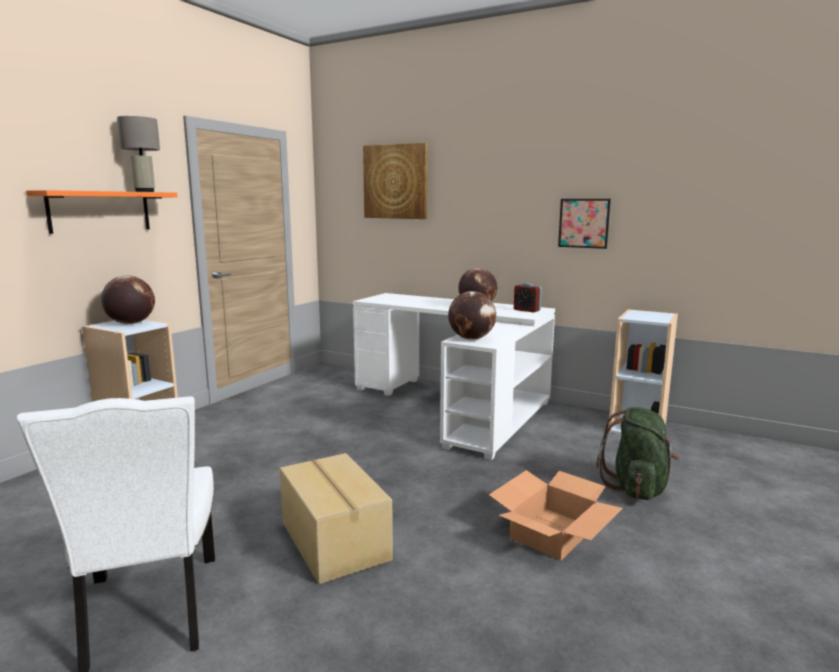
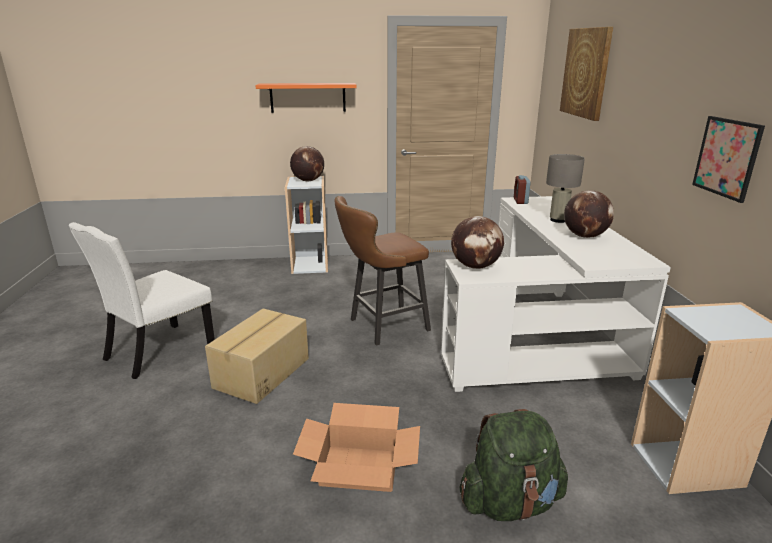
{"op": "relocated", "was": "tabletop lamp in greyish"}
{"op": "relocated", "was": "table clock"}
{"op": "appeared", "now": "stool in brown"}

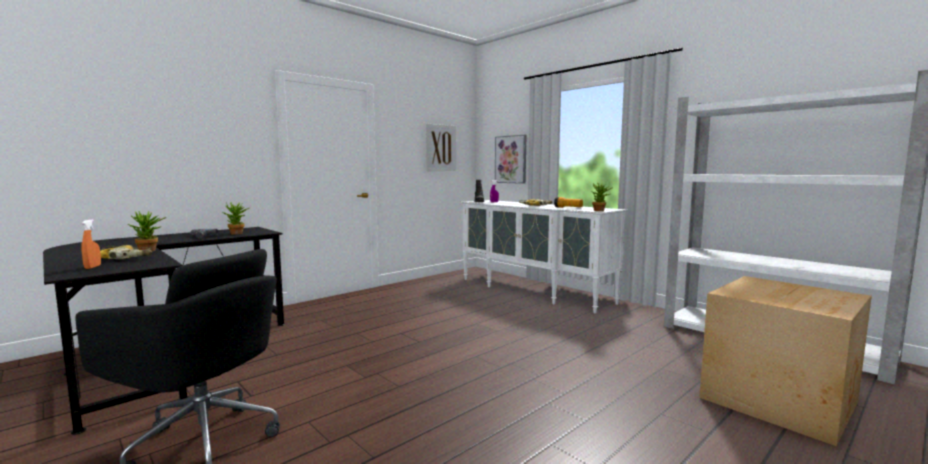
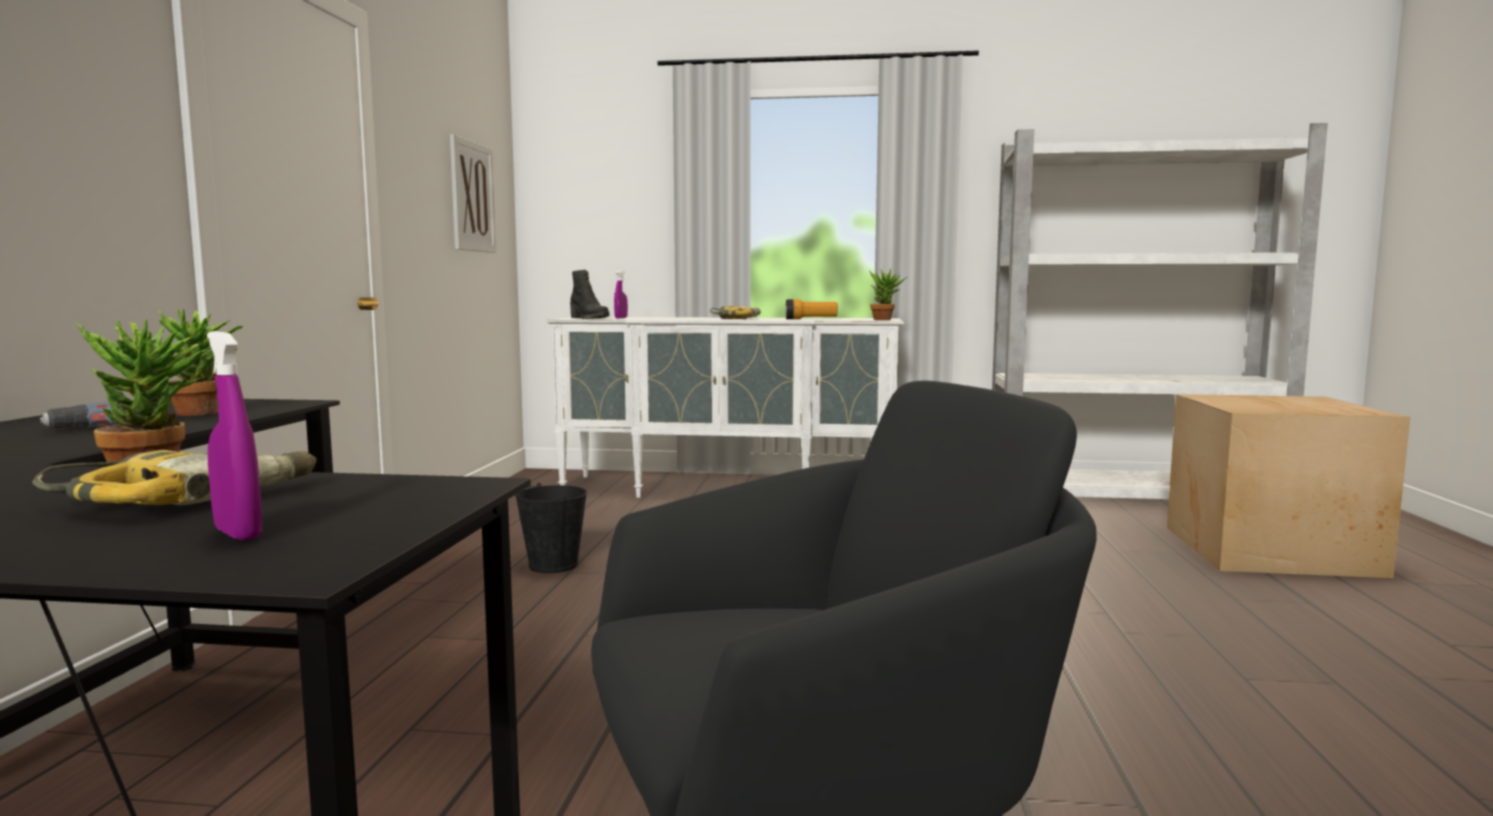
{"op": "missing", "was": "wall picture (no. 2 from left)"}
{"op": "colour", "was": "hand sprayer in orangey", "now": "hand sprayer in purple-coloured (no. 1 from left)"}
{"op": "appeared", "now": "pail in black-coloured"}

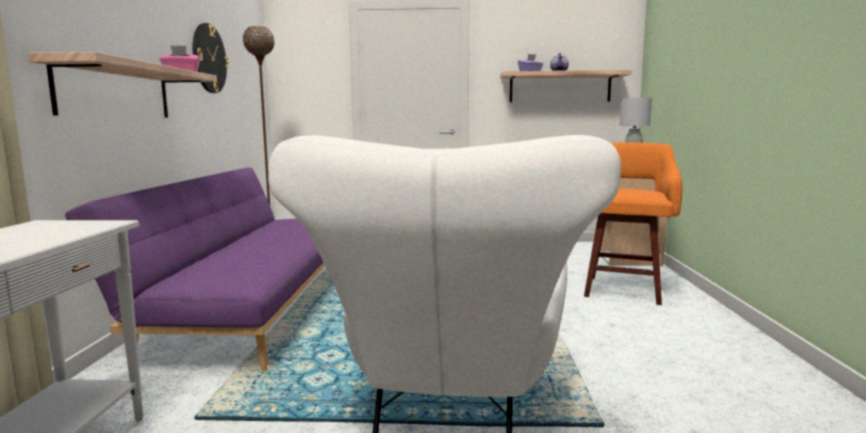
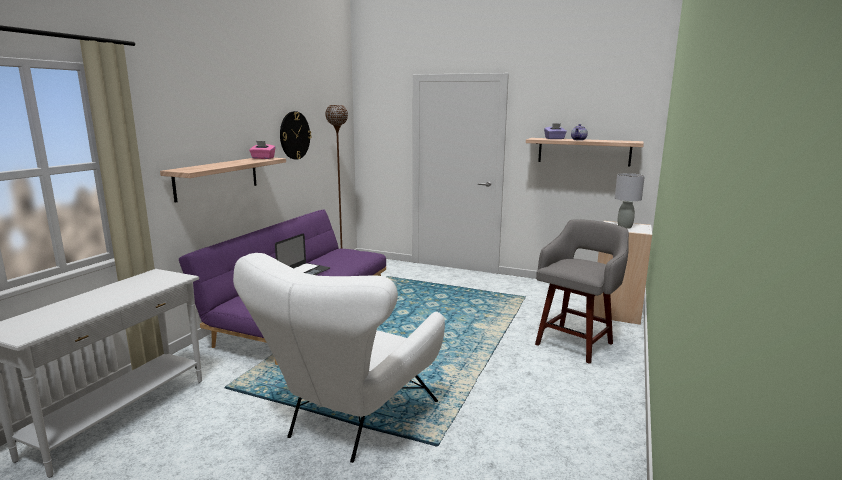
{"op": "colour", "was": "stool in orangey", "now": "stool in greyish"}
{"op": "appeared", "now": "notebook computer"}

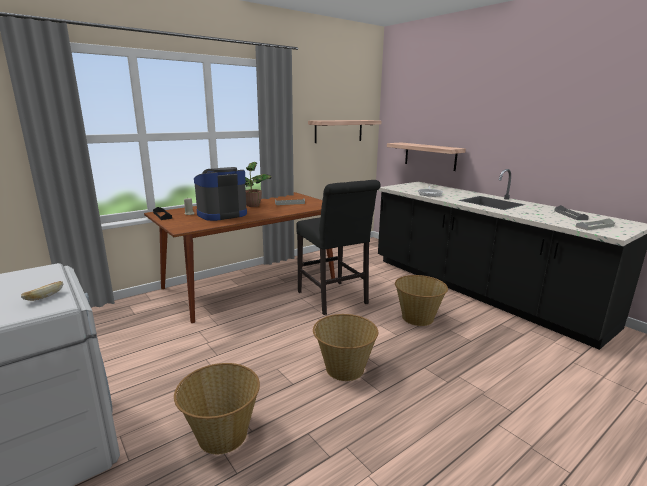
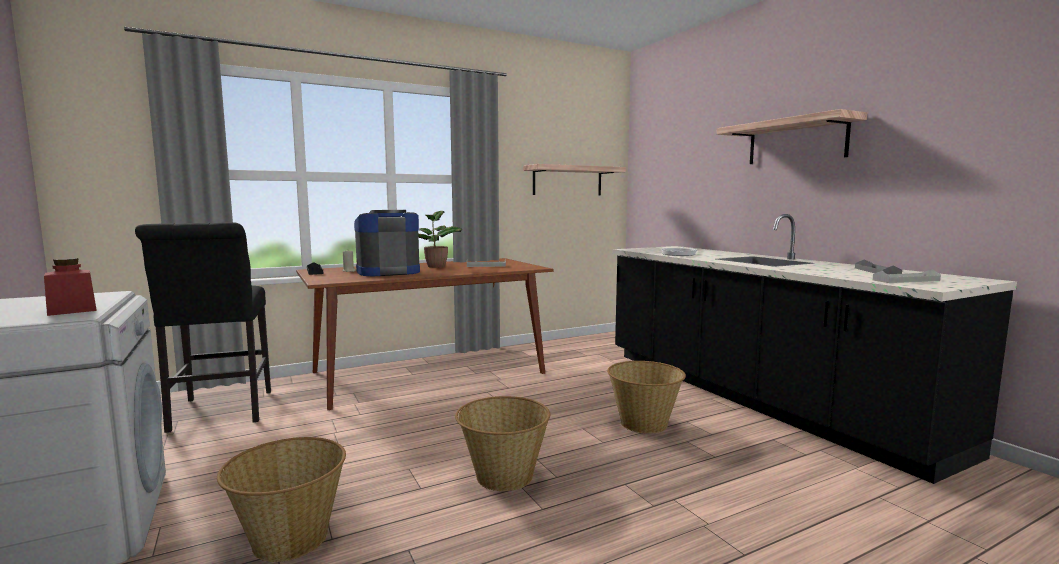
{"op": "relocated", "was": "bracket shelf (no. 2 from left)"}
{"op": "relocated", "was": "stool in black-coloured"}
{"op": "exchanged", "was": "bread", "now": "preserve jar in red-coloured"}

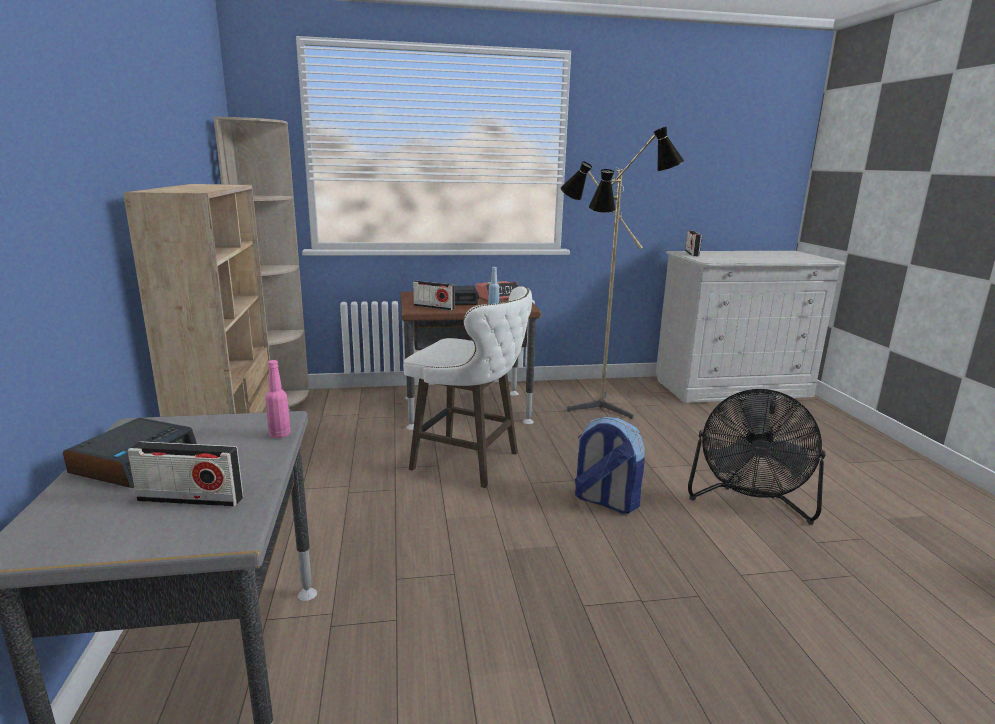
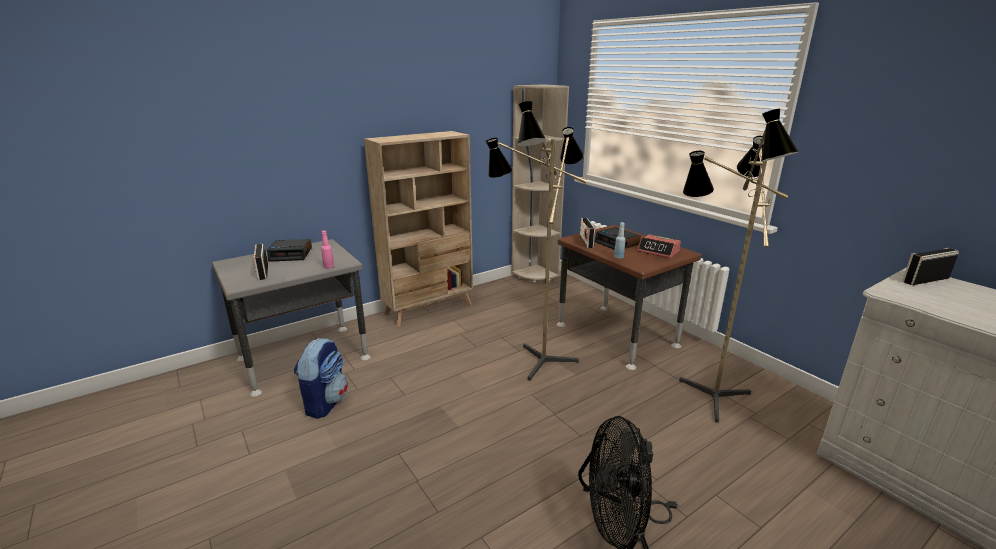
{"op": "exchanged", "was": "stool in white-coloured", "now": "standing lamp (no. 1 from left)"}
{"op": "relocated", "was": "backpack"}

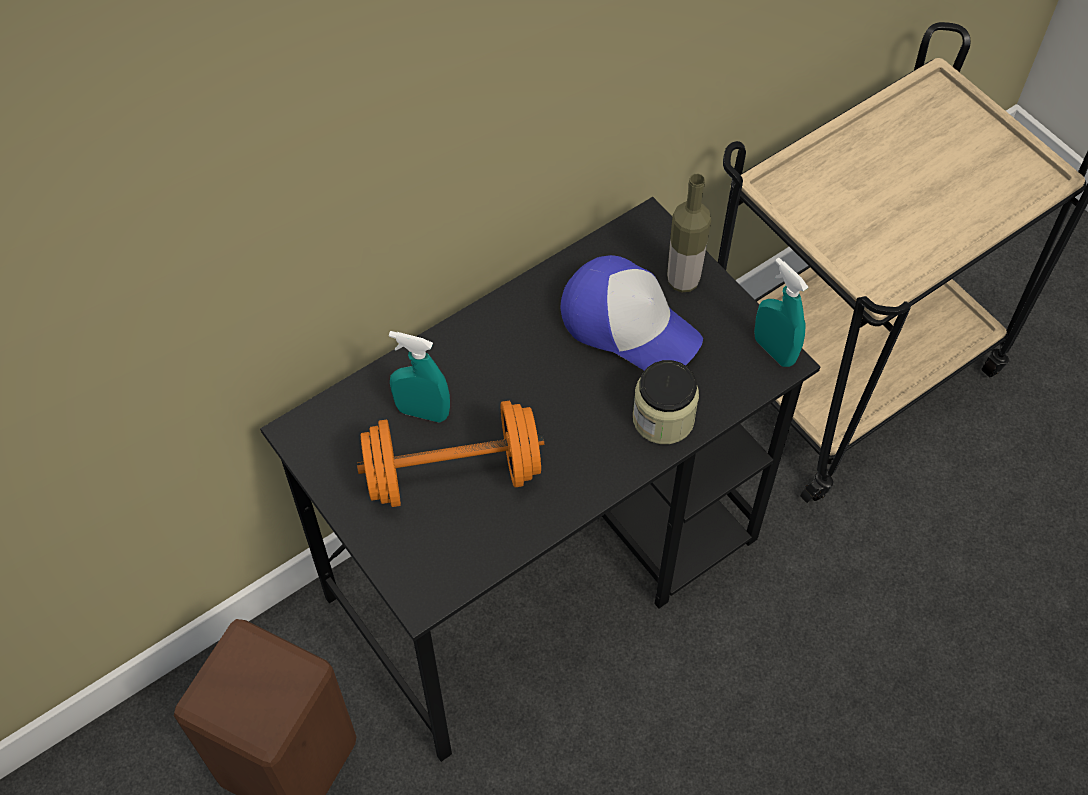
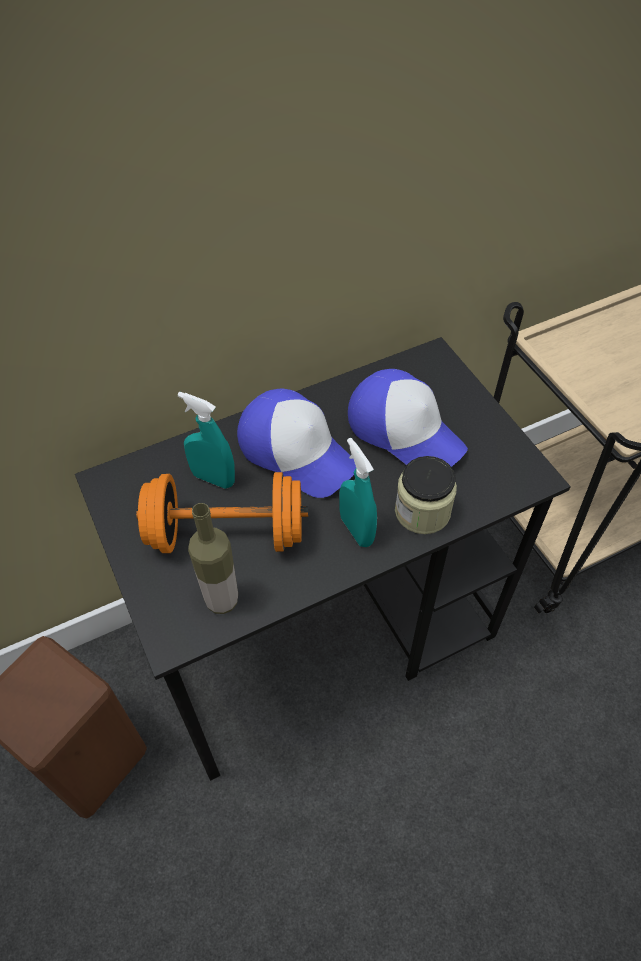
{"op": "relocated", "was": "bottle"}
{"op": "relocated", "was": "hand sprayer in blue-green (no. 2 from left)"}
{"op": "appeared", "now": "peaked cap (no. 1 from left)"}

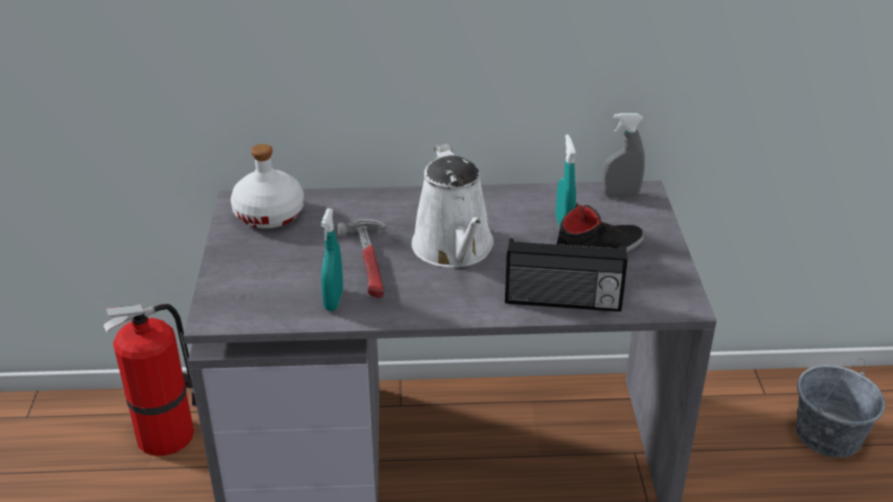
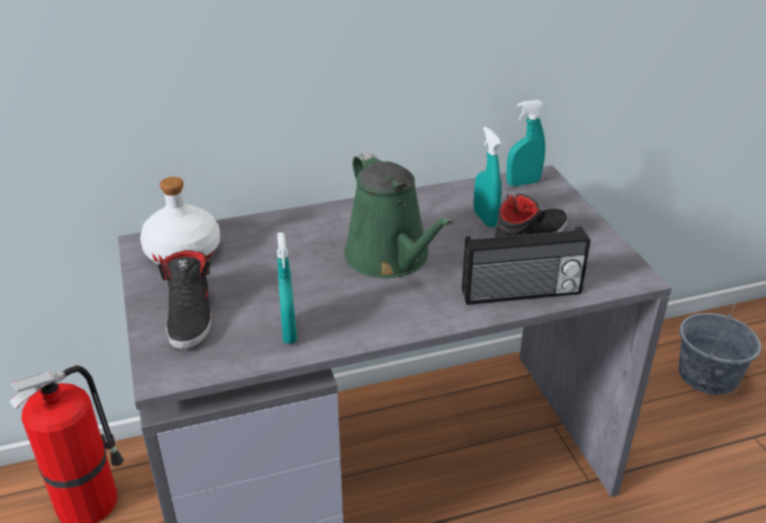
{"op": "colour", "was": "hand sprayer in greyish", "now": "hand sprayer in blue-green (no. 3 from left)"}
{"op": "colour", "was": "watering can in white-coloured", "now": "watering can in green"}
{"op": "missing", "was": "hammer"}
{"op": "appeared", "now": "low shoe in black-coloured (no. 1 from left)"}

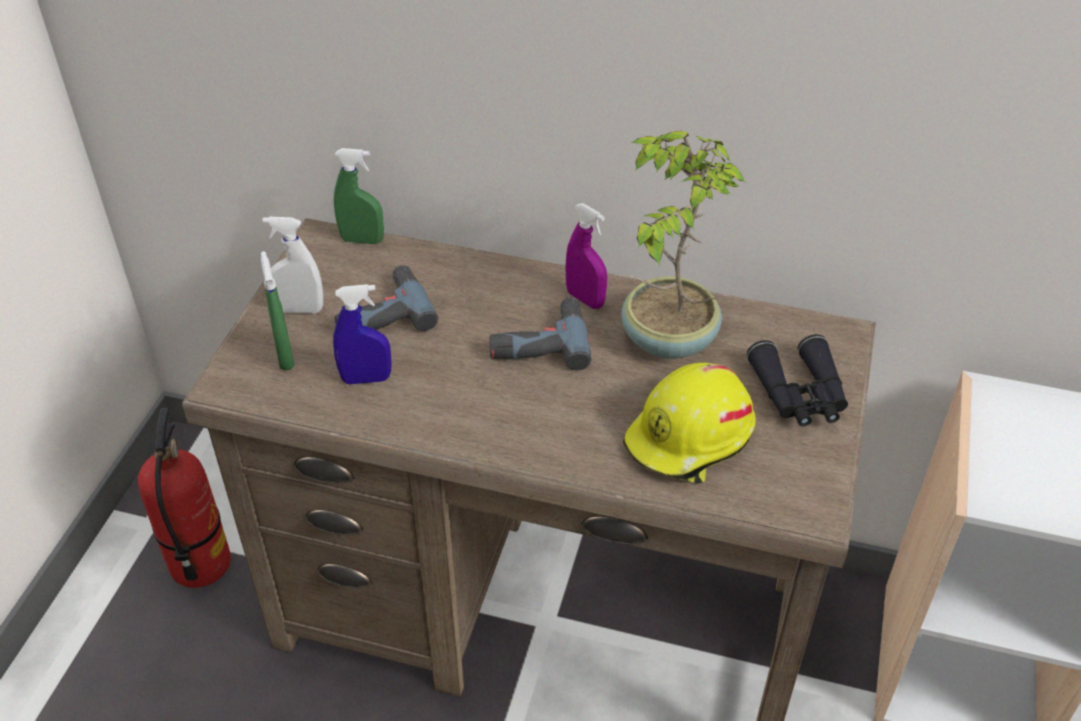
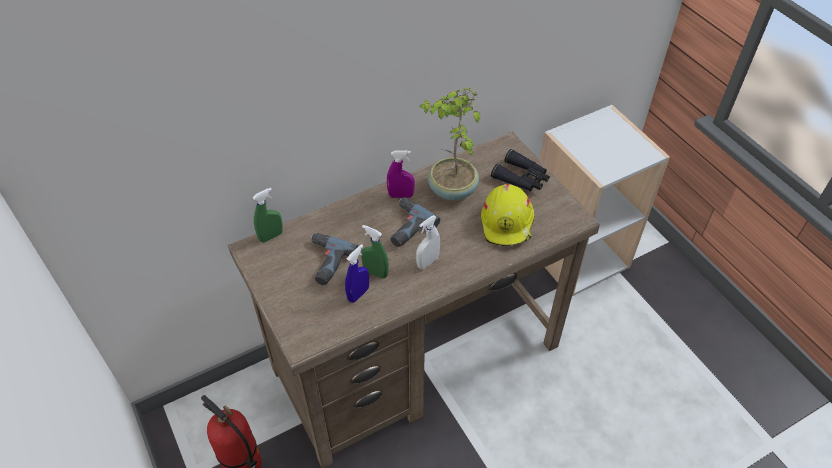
{"op": "relocated", "was": "hand sprayer in white-coloured"}
{"op": "relocated", "was": "hand sprayer in green (no. 1 from left in the first image)", "now": "hand sprayer in green (no. 2 from left)"}

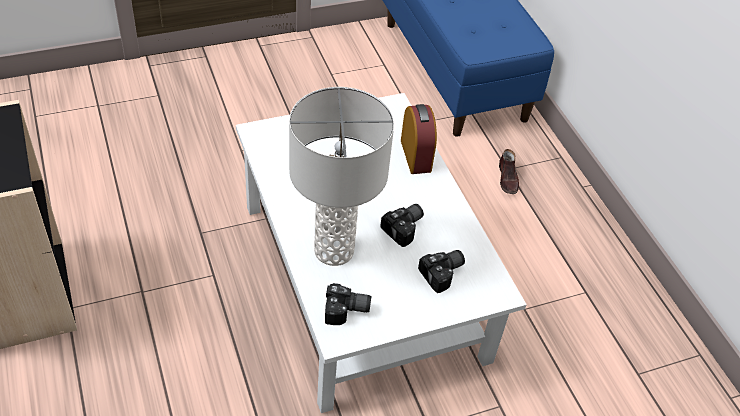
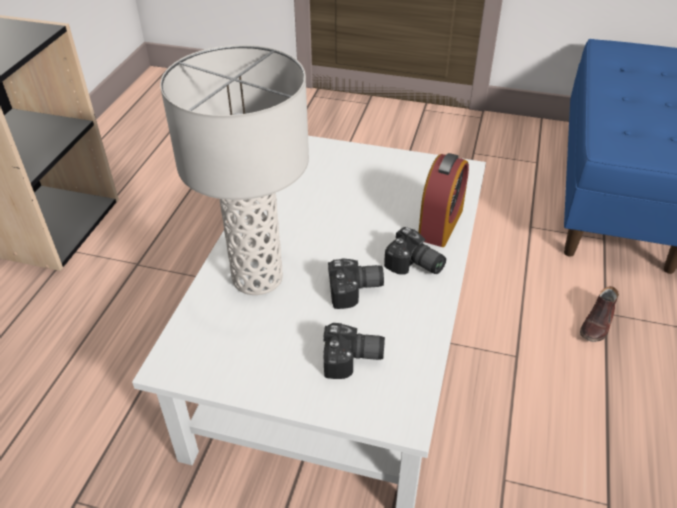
{"op": "relocated", "was": "photo camera (no. 1 from left in the first image)", "now": "photo camera (no. 3 from left)"}

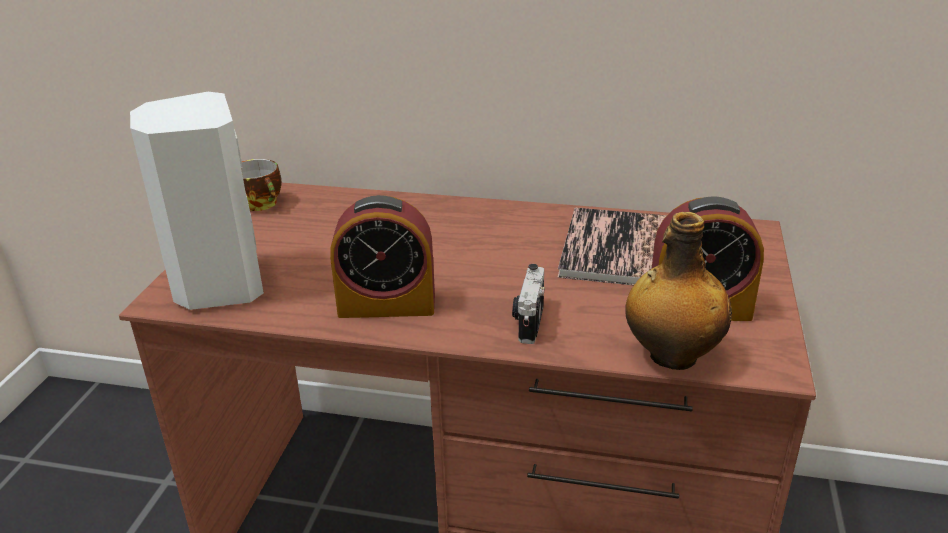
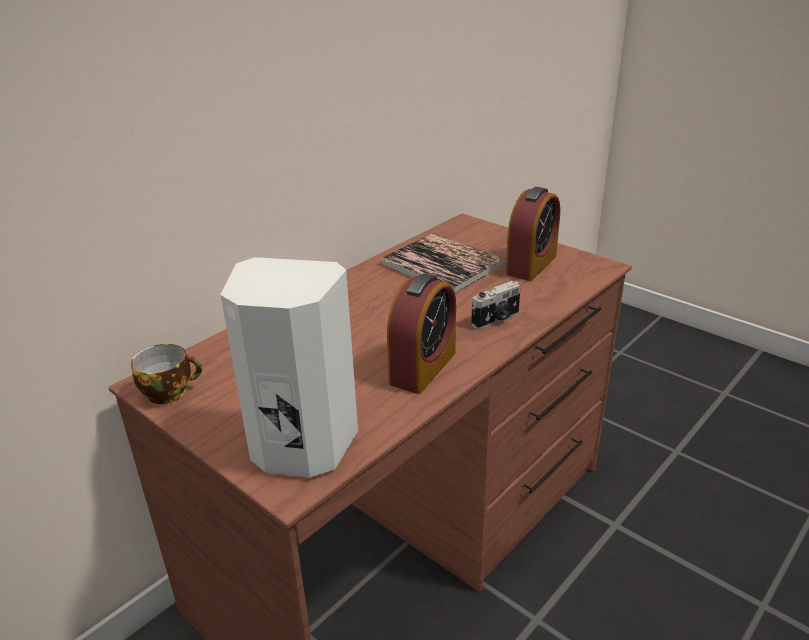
{"op": "missing", "was": "bottle"}
{"op": "spun", "was": "photo camera", "clockwise": -75}

